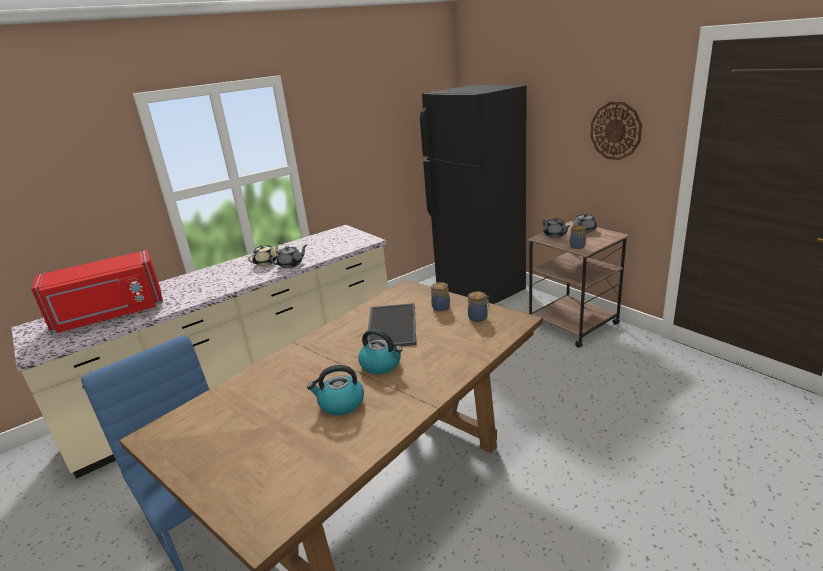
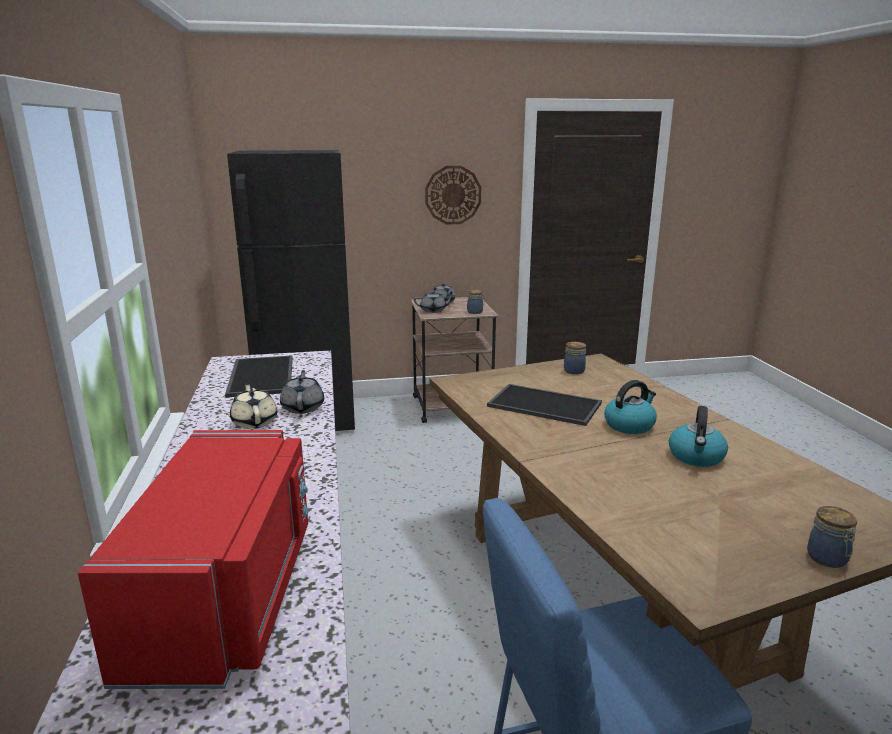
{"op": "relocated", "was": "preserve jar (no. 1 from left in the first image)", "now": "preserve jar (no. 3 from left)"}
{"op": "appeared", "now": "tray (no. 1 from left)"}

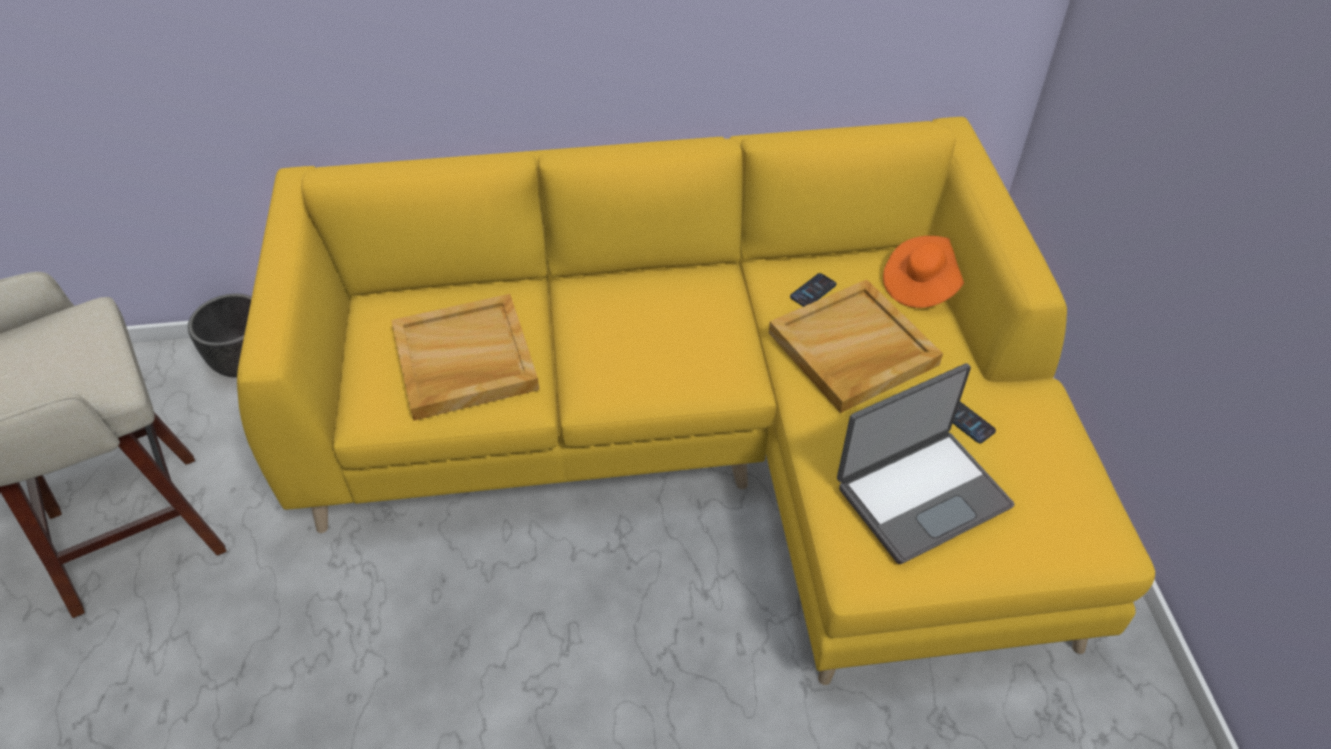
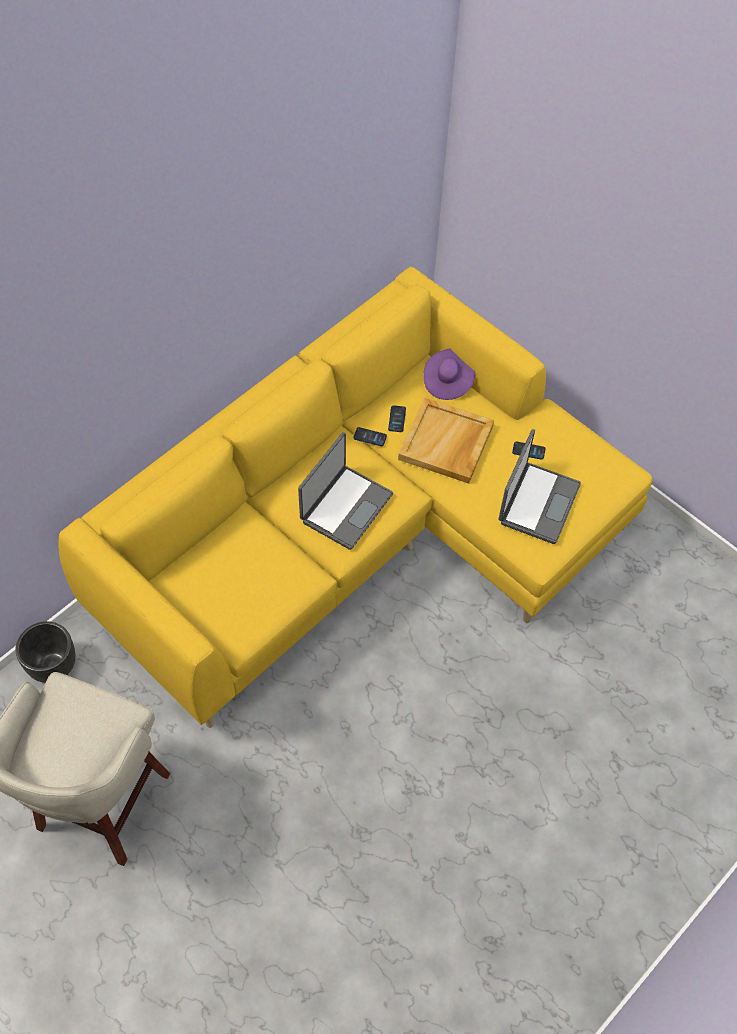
{"op": "colour", "was": "clothing hat in orangey", "now": "clothing hat in purple-coloured"}
{"op": "missing", "was": "tray in beige-coloured (no. 1 from left)"}
{"op": "appeared", "now": "telephone (no. 1 from left)"}
{"op": "appeared", "now": "notebook computer (no. 1 from left)"}

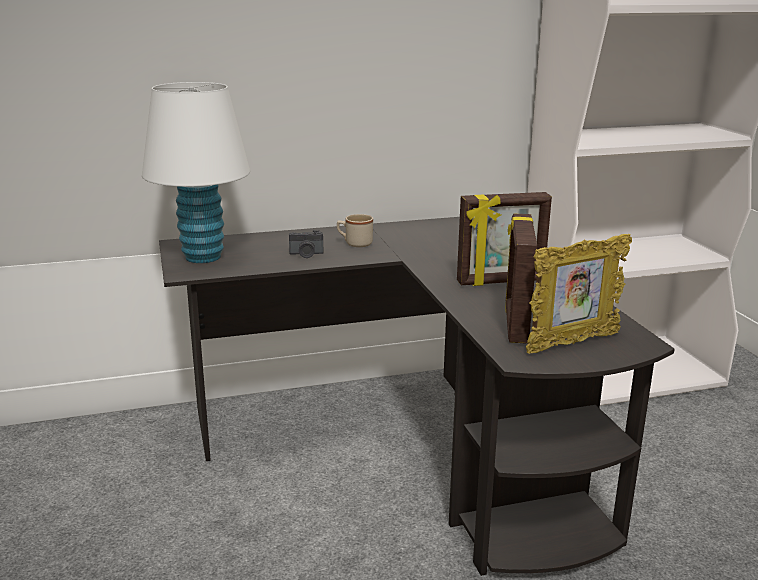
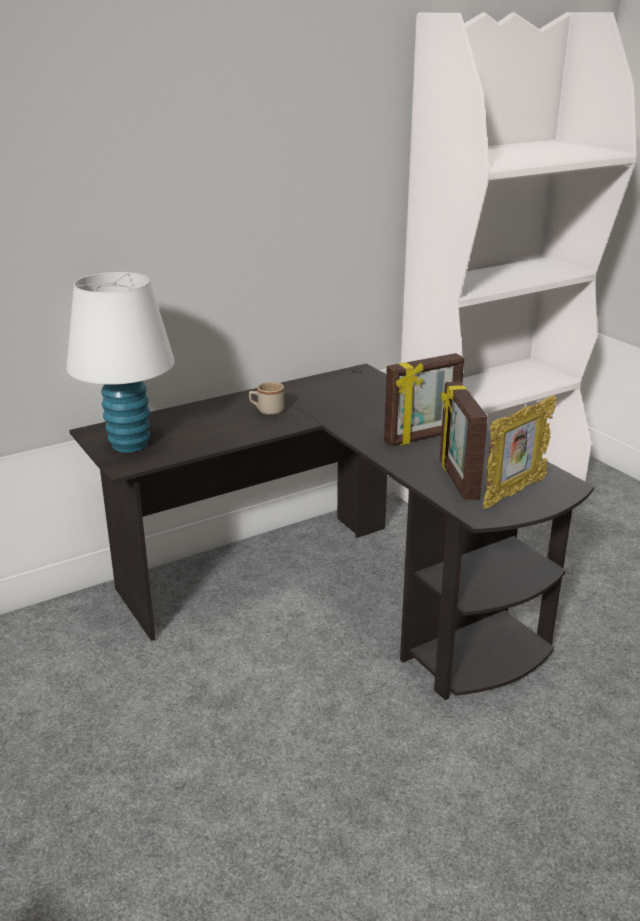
{"op": "missing", "was": "photo camera"}

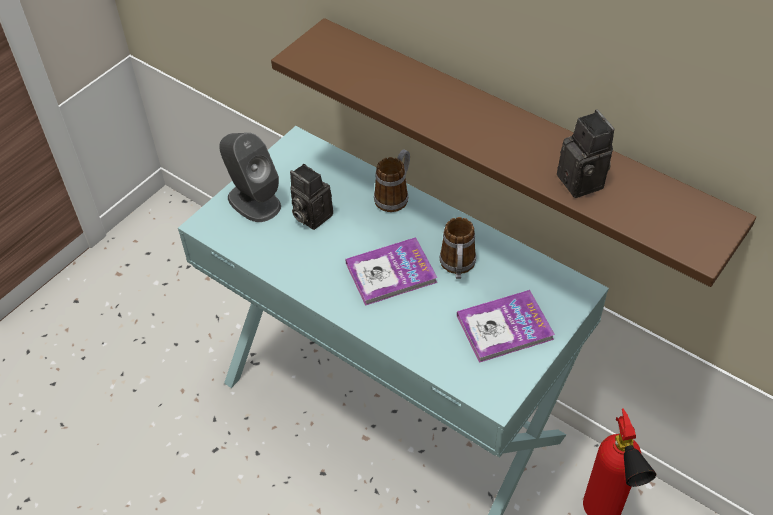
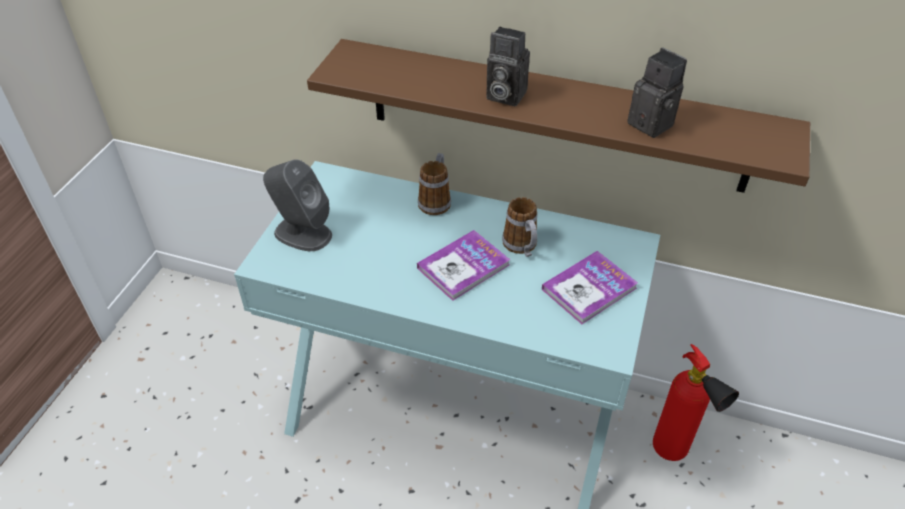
{"op": "relocated", "was": "photo camera (no. 1 from left)"}

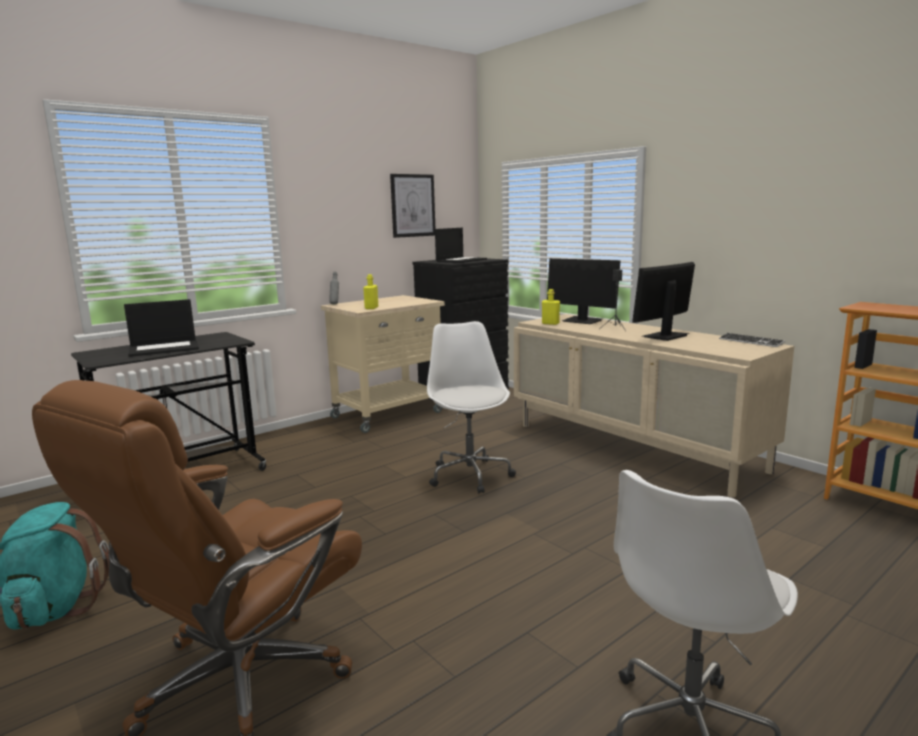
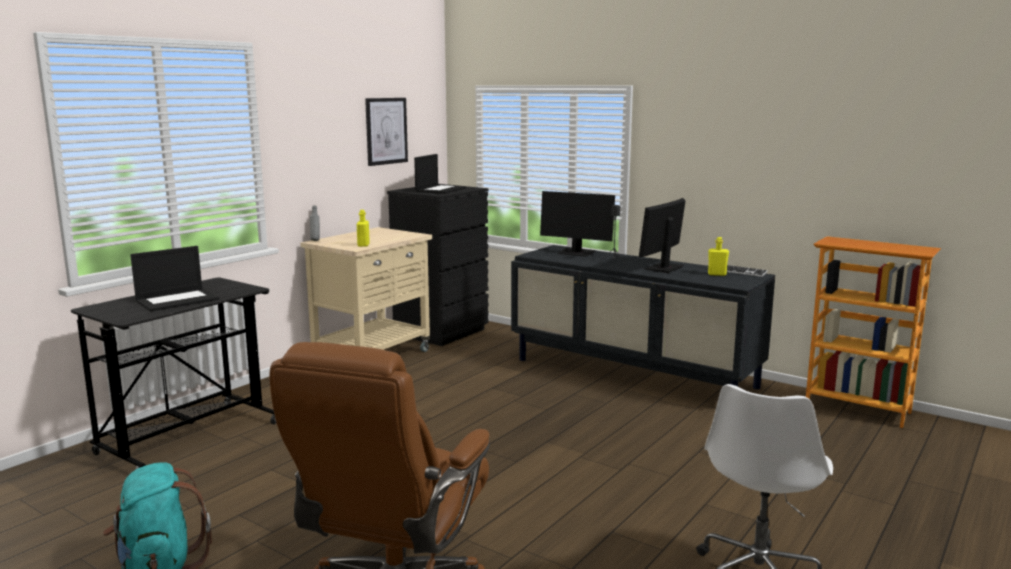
{"op": "relocated", "was": "bottle in yellow (no. 2 from left)"}
{"op": "colour", "was": "cabinet in beige-coloured", "now": "cabinet in black-coloured"}
{"op": "missing", "was": "desk chair in white-coloured (no. 1 from left)"}

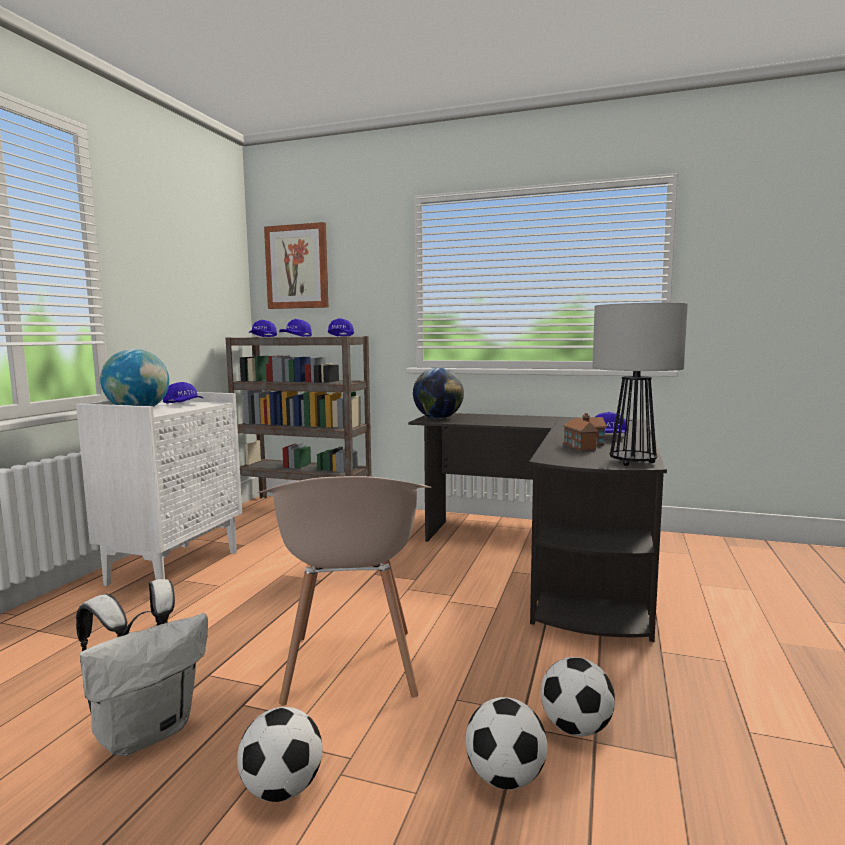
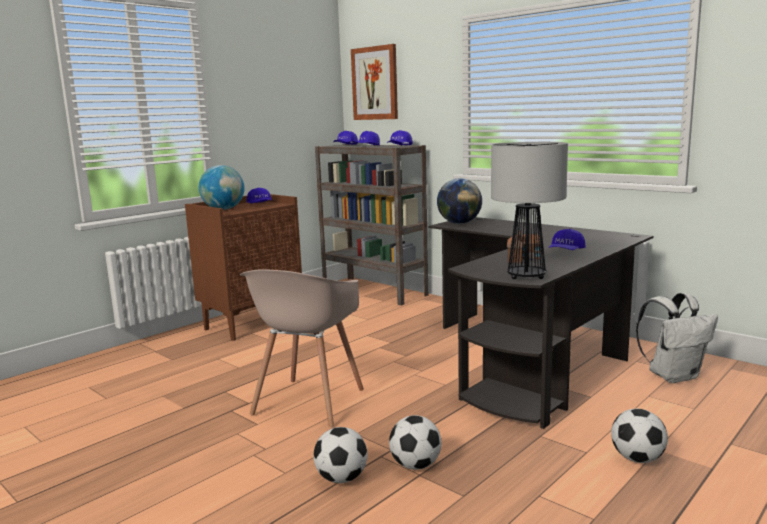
{"op": "colour", "was": "cabinet in white-coloured", "now": "cabinet in brown"}
{"op": "relocated", "was": "backpack in white-coloured"}
{"op": "relocated", "was": "football (no. 1 from left in the first image)", "now": "football (no. 3 from left)"}

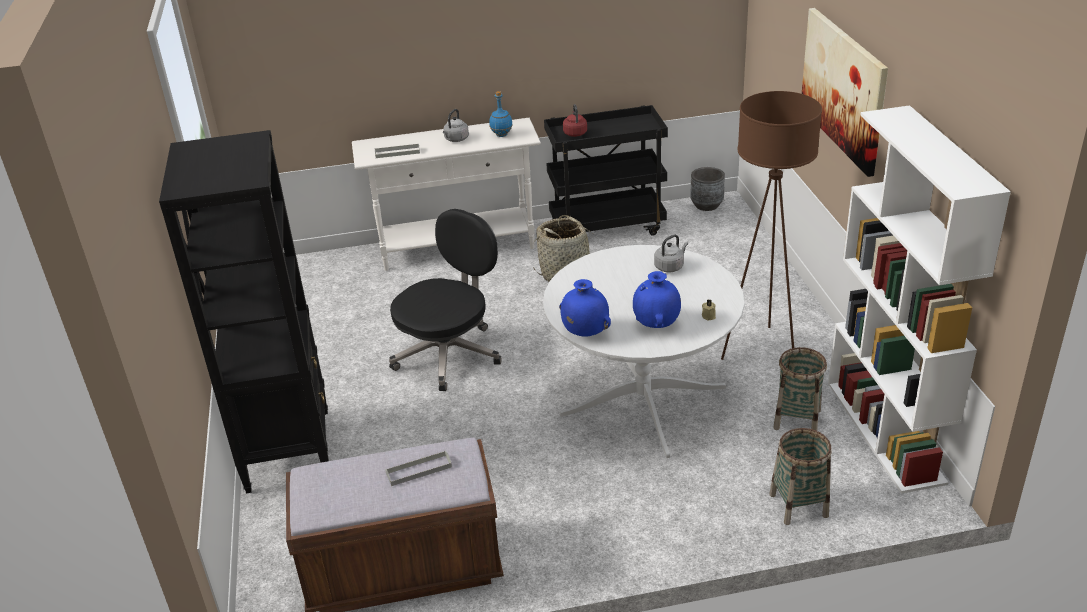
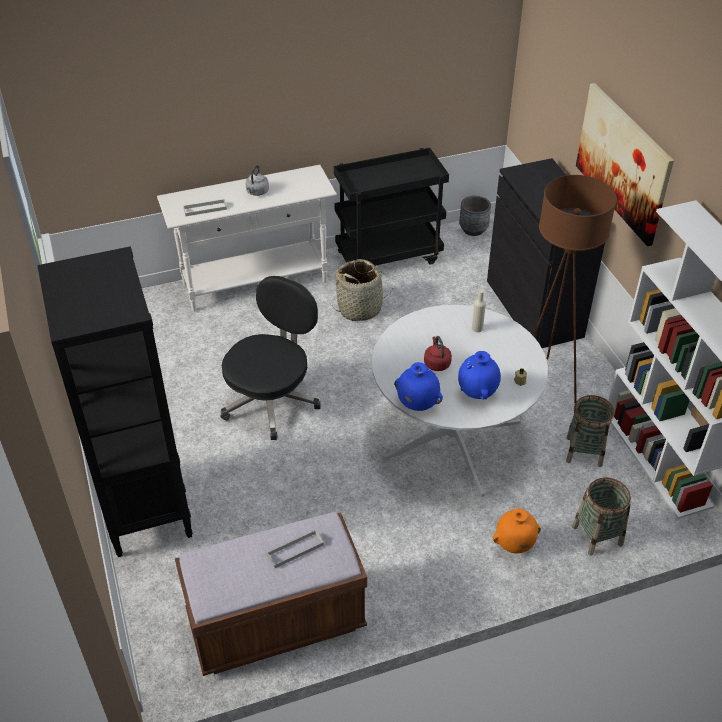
{"op": "missing", "was": "bottle in bluish"}
{"op": "relocated", "was": "water kettle in red-coloured"}
{"op": "exchanged", "was": "water kettle in greyish (no. 2 from left)", "now": "bottle in beige-coloured"}
{"op": "appeared", "now": "cabinet in black-coloured"}
{"op": "appeared", "now": "flower vase in orangey"}

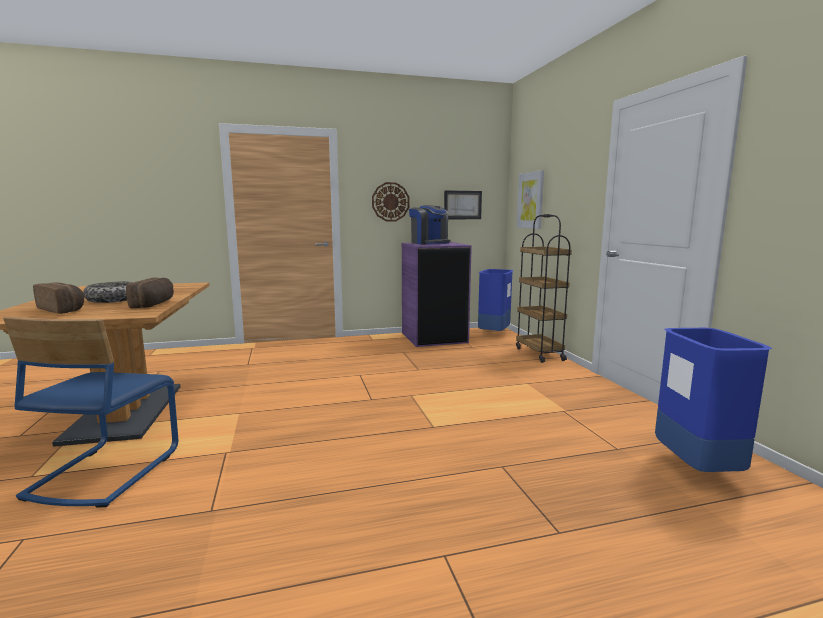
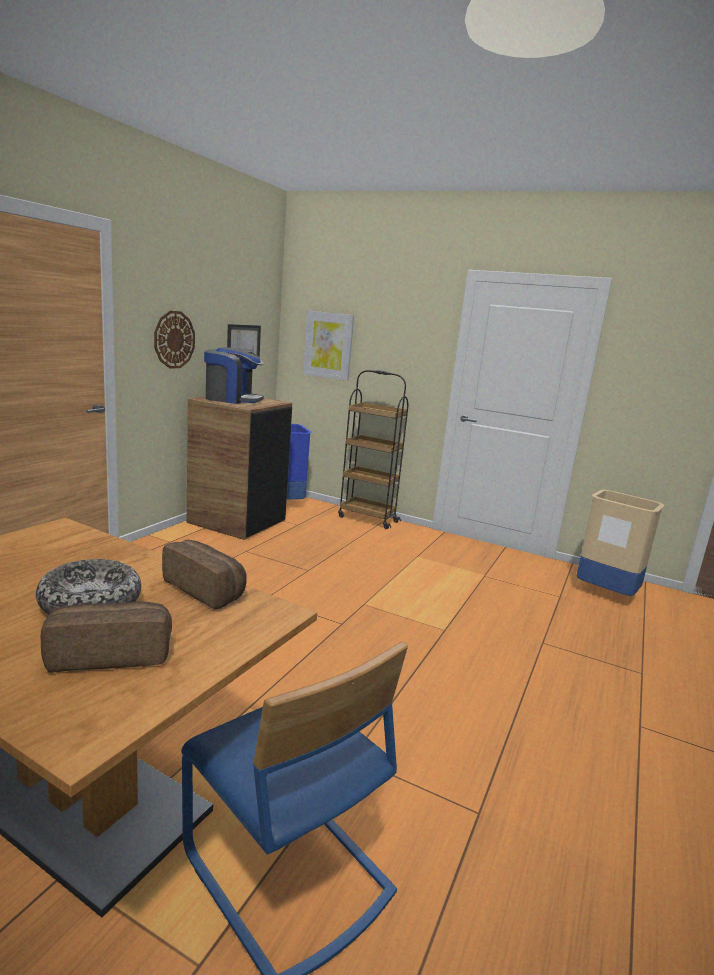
{"op": "colour", "was": "cabinet in purple-coloured", "now": "cabinet in brown"}
{"op": "colour", "was": "trash can in bluish (no. 2 from left)", "now": "trash can in beige-coloured"}

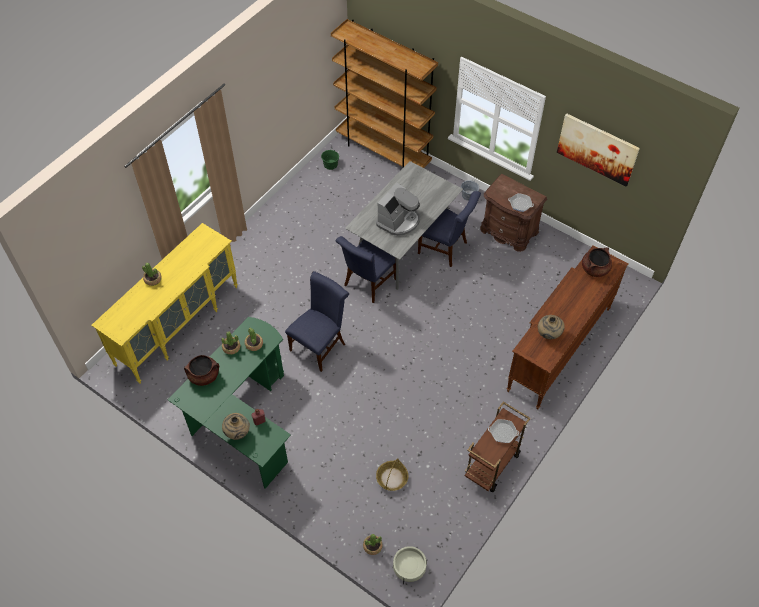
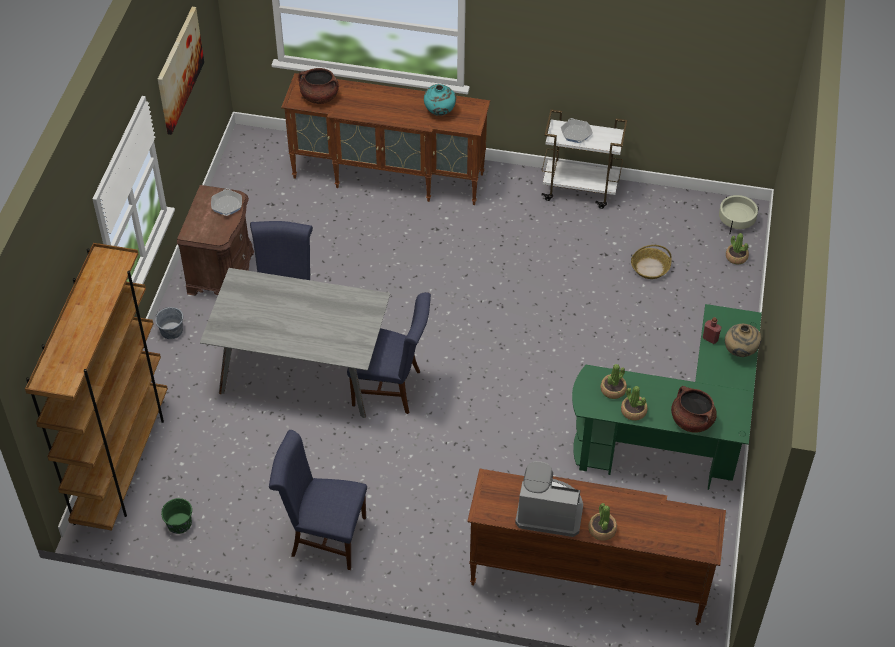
{"op": "relocated", "was": "coffee brewer"}
{"op": "colour", "was": "cabinet in yellow", "now": "cabinet in brown (no. 2 from left)"}
{"op": "relocated", "was": "upright chair in bluish (no. 1 from left in the first image)", "now": "upright chair in bluish (no. 2 from left)"}
{"op": "colour", "was": "flower vase in beige-coloured (no. 2 from left)", "now": "flower vase in blue-green"}
{"op": "colour", "was": "wheeled cart in brown", "now": "wheeled cart in white-coloured"}

